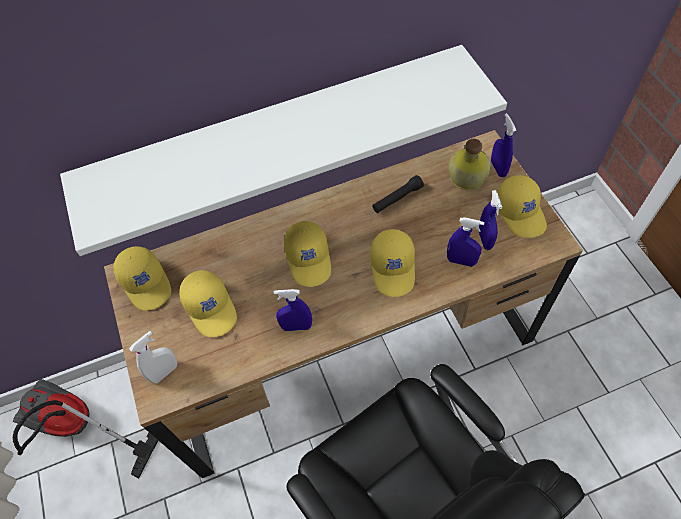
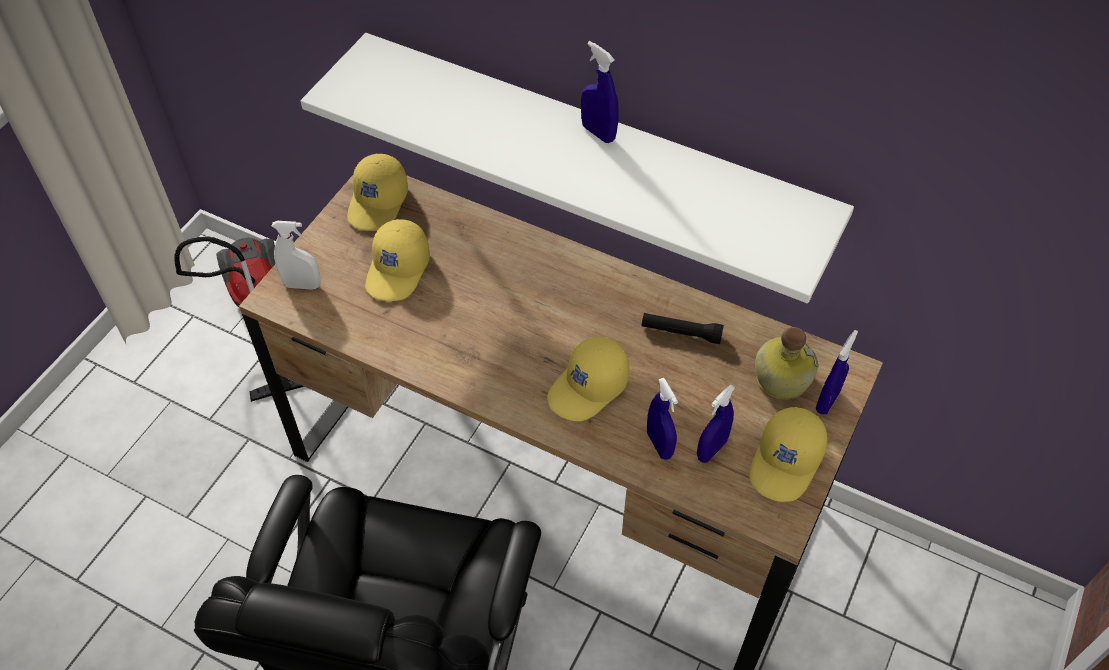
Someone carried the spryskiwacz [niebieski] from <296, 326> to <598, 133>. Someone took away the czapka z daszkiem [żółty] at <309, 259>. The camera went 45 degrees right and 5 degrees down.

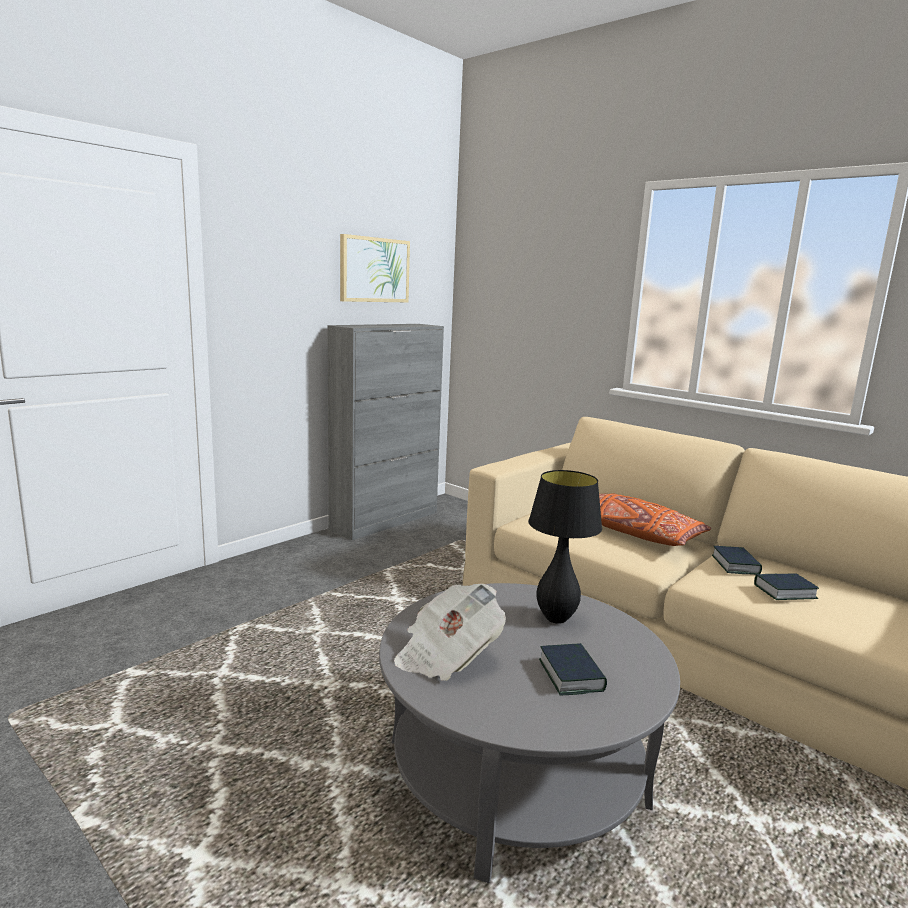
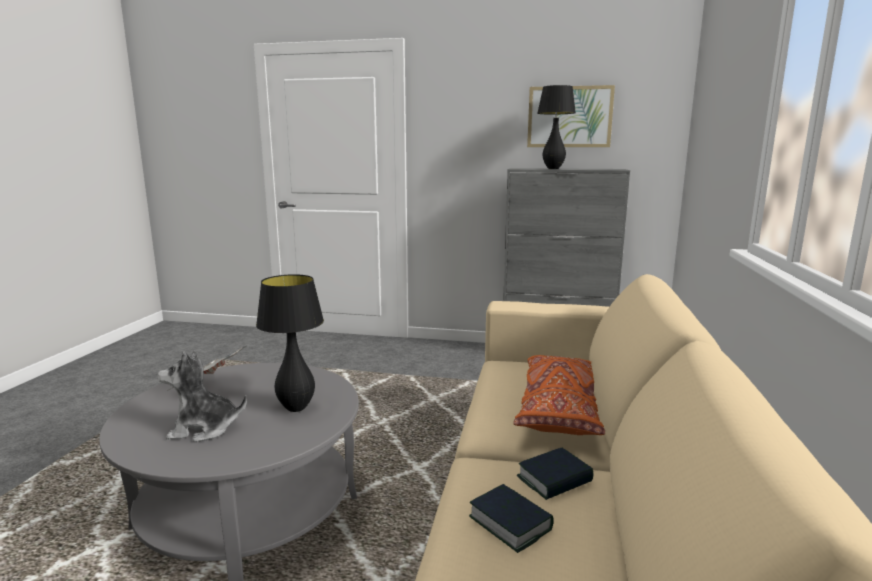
Someone swapped the książka at <571, 675> for the pluszak at <203, 429>. Someone put down the lampa stołowa [czarny] at <553, 168>. The camera went 60 degrees right and 0 degrees up.

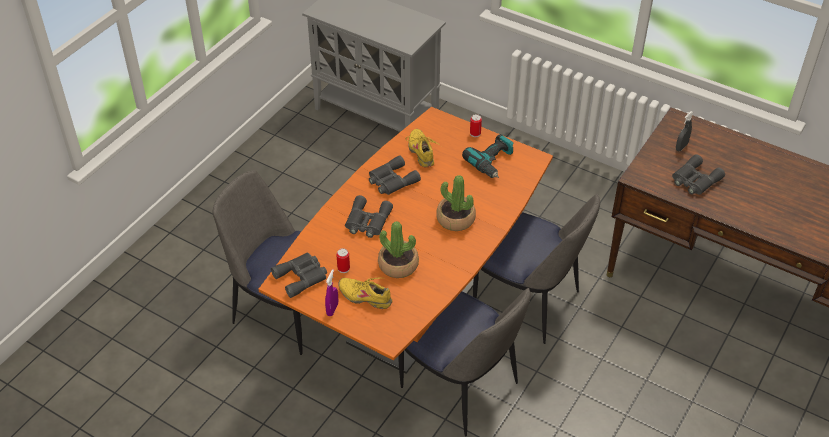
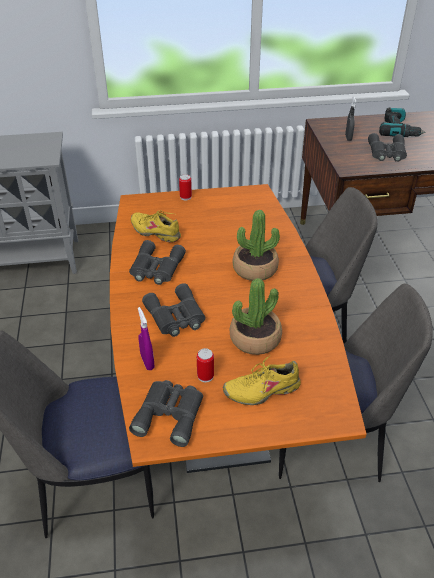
Someone carried the spryskiwacz [fioletowy] from <332, 309> to <147, 362>. Someone carried the wiertarka from <492, 162> to <398, 130>. The camera went 40 degrees left and 5 degrees down.

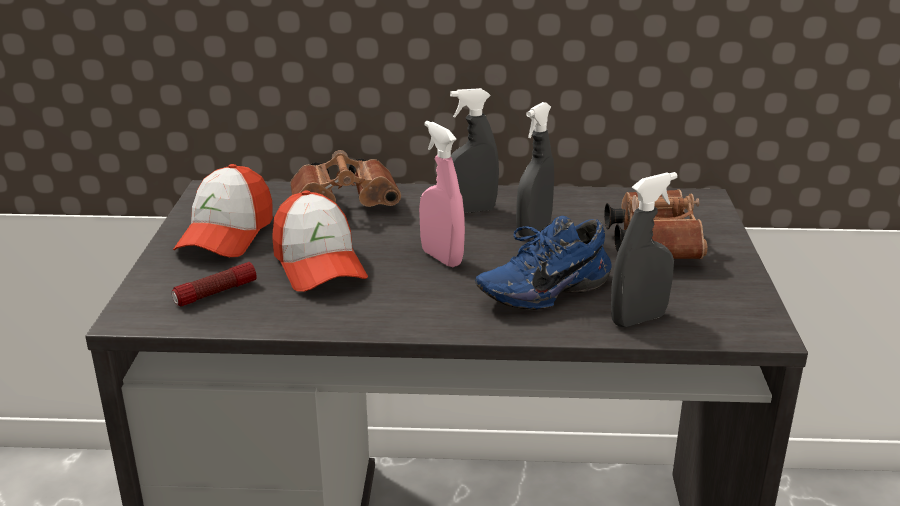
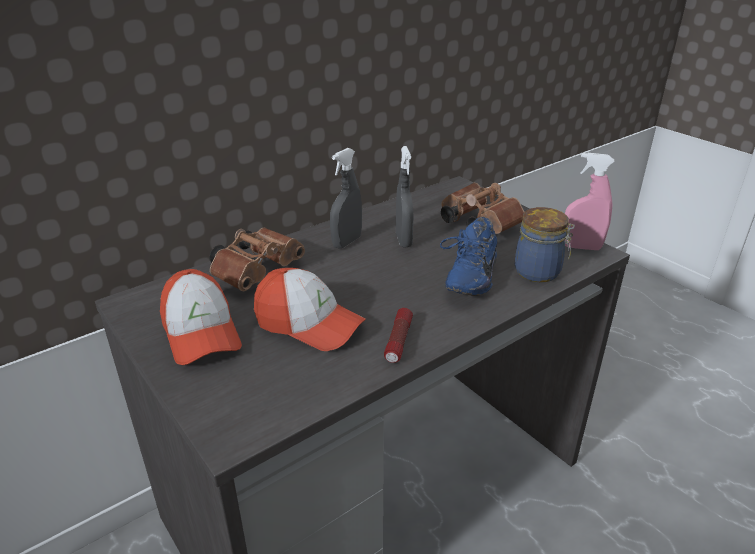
Someone carried the latarka from <215, 293> to <398, 341>. Someone swapped the spryskiwacz [szary] at <638, 319> for the słoik at <539, 272>. Someone carried the spryskiwacz [różowy] from <441, 258> to <581, 247>. The camera went 40 degrees left and 5 degrees up.

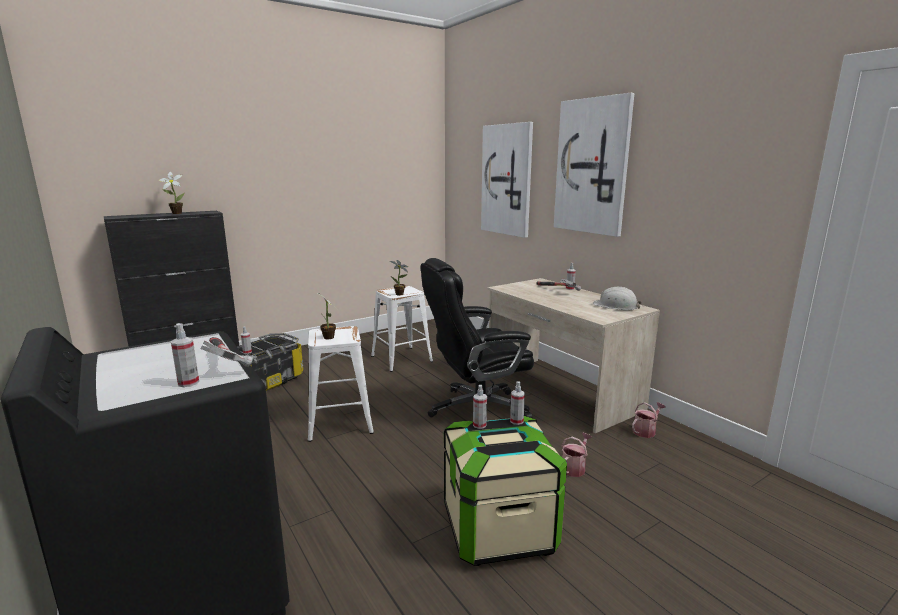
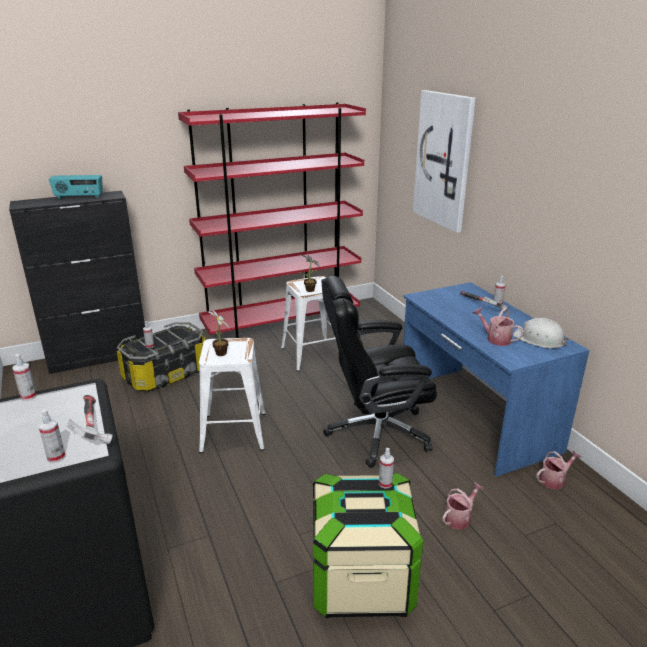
Someone carried the spryskiwacz from <479, 425> to <28, 396>. Someone swapped the roślina doniczkowa at <175, 213> for the radio at <79, 197>. Someone put down the regał [czerwony] at <282, 325>. Someone repainted the biurko [beżowy] at <560, 391>, which became the biurko [niebieski] at <474, 416>. Someone put down the konewka at <495, 339>. Someone took away the obraz at <592, 166>. The camera went 10 degrees right and 10 degrees up.

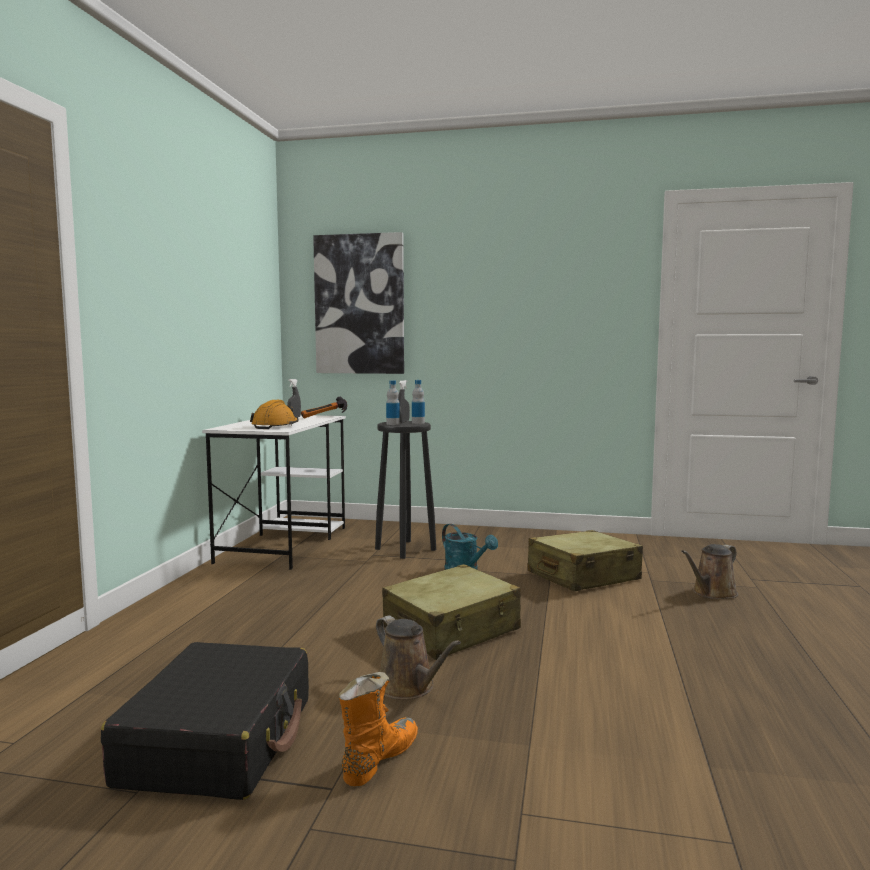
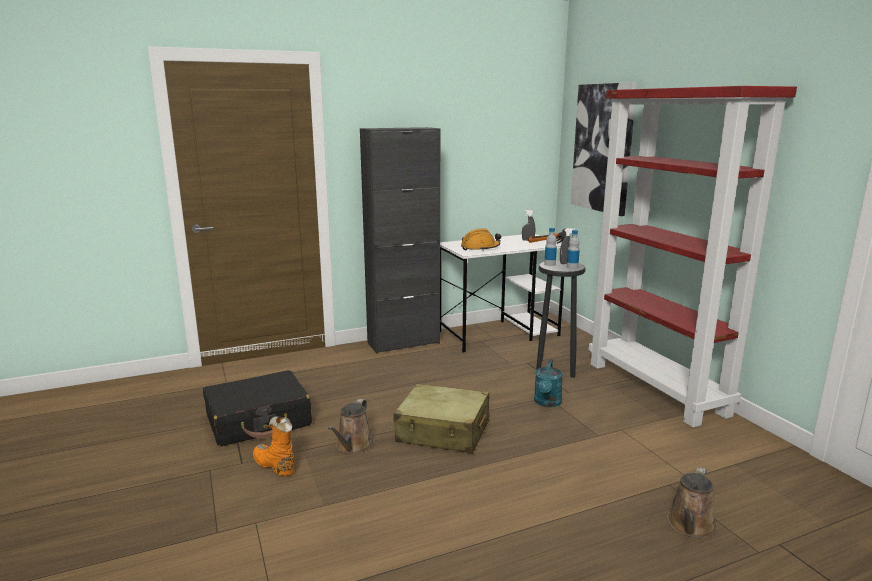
Someone rotated the but z cholewką [pomarańczowy] at <378, 759> by 135 degrees counterclockwise. Someone put down the szafka [czarny] at <403, 343>. Someone put down the regał [czerwony] at <657, 388>. Someone rotated the konewka [brązowy] at <712, 593> by 75 degrees counterclockwise. Someone took away the walizka [beżowy] at <583, 577>. The camera went 55 degrees right and 10 degrees up.

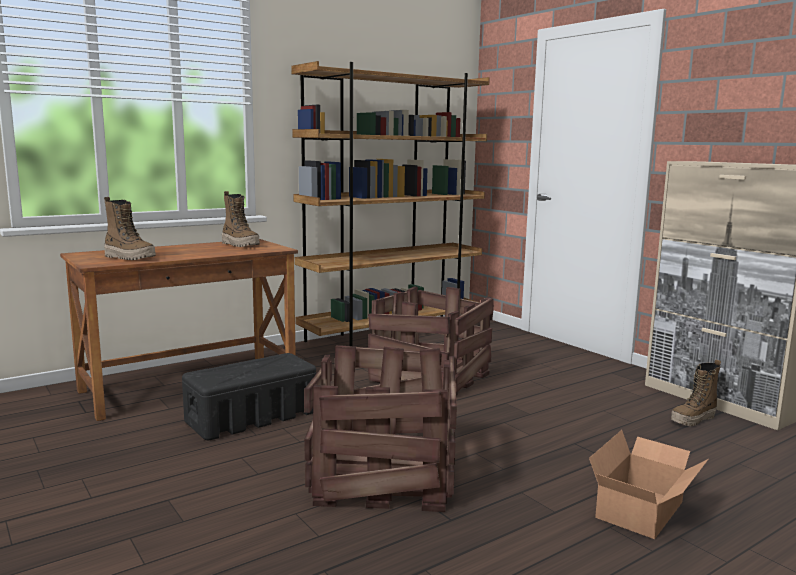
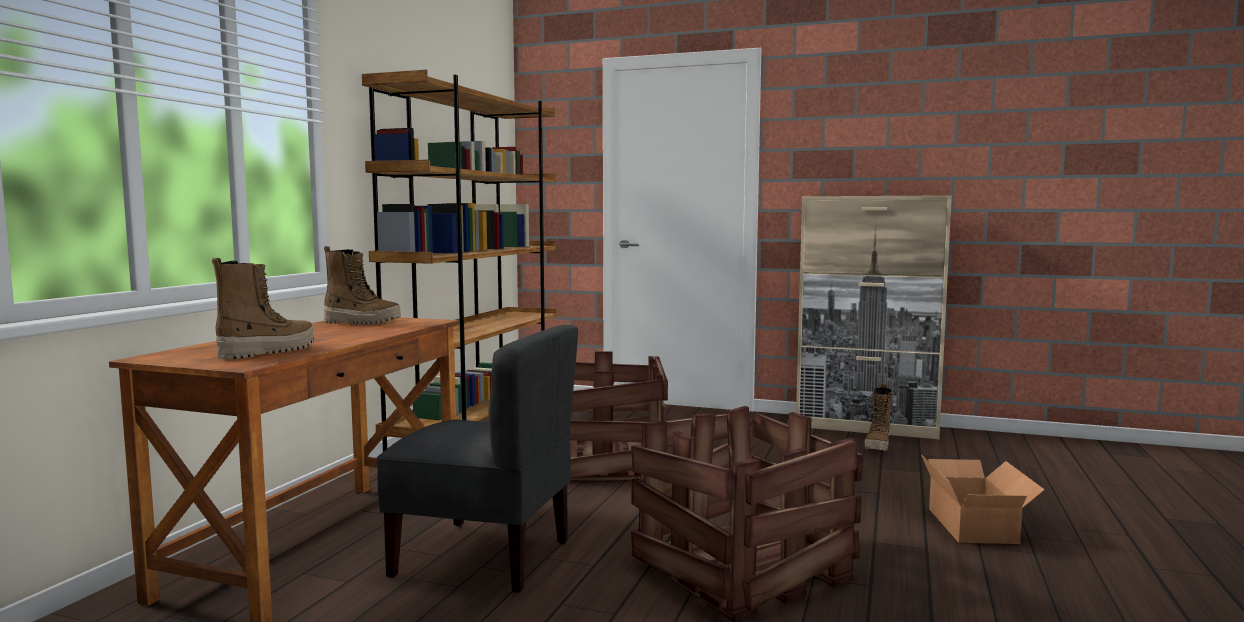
Someone rotated the but z cholewką at <130, 258> by 45 degrees counterclockwise. Someone swapped the pojemnik do przechowywania [czarny] at <251, 417> for the krzesło [szary] at <484, 558>. The camera went 35 degrees left and 5 degrees down.

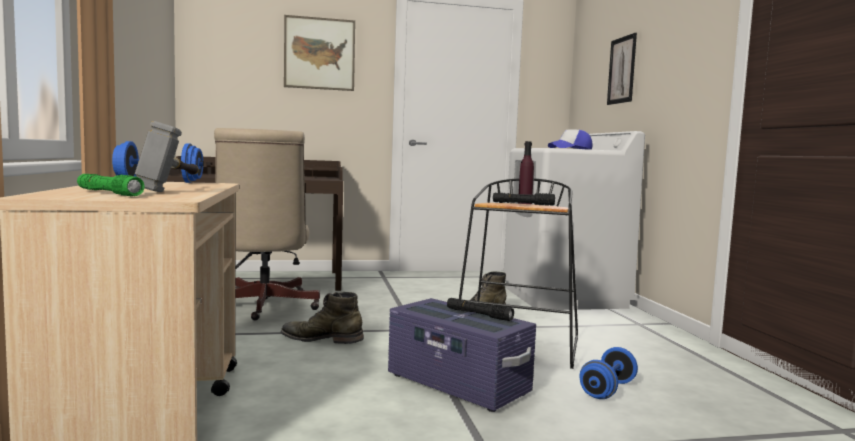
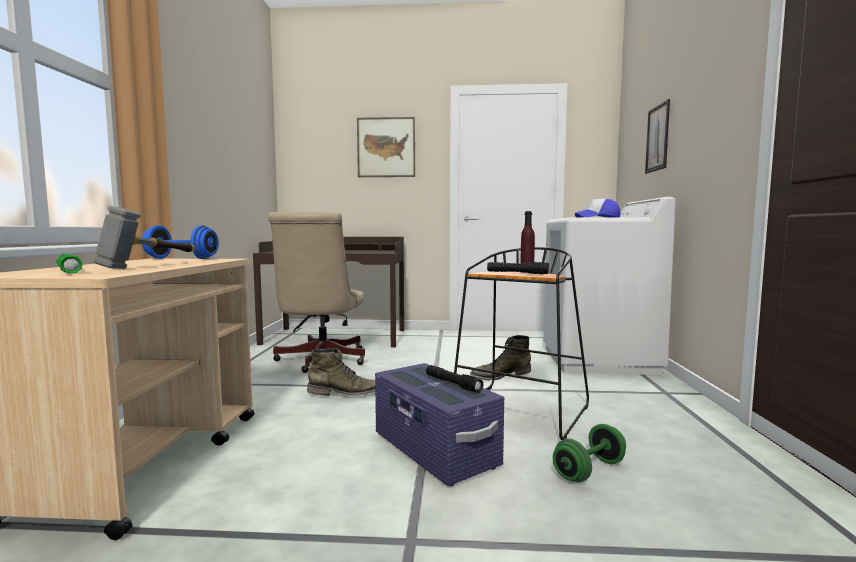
Someone rotated the but z cholewką [zielony] at <322, 338> by 150 degrees clockwise. Someone repainted the hantel [niebieski] at <607, 390>, which became the hantel [zielony] at <589, 470>. The camera went 15 degrees right and 0 degrees up.

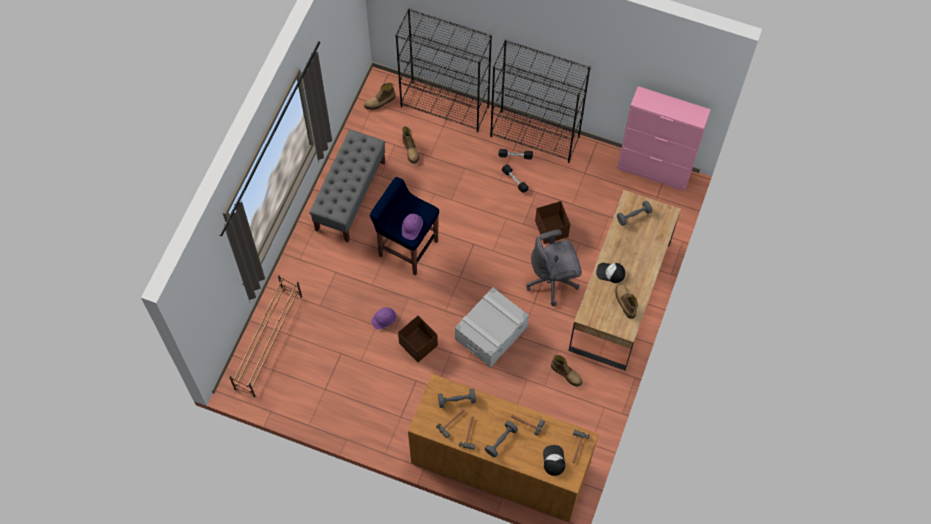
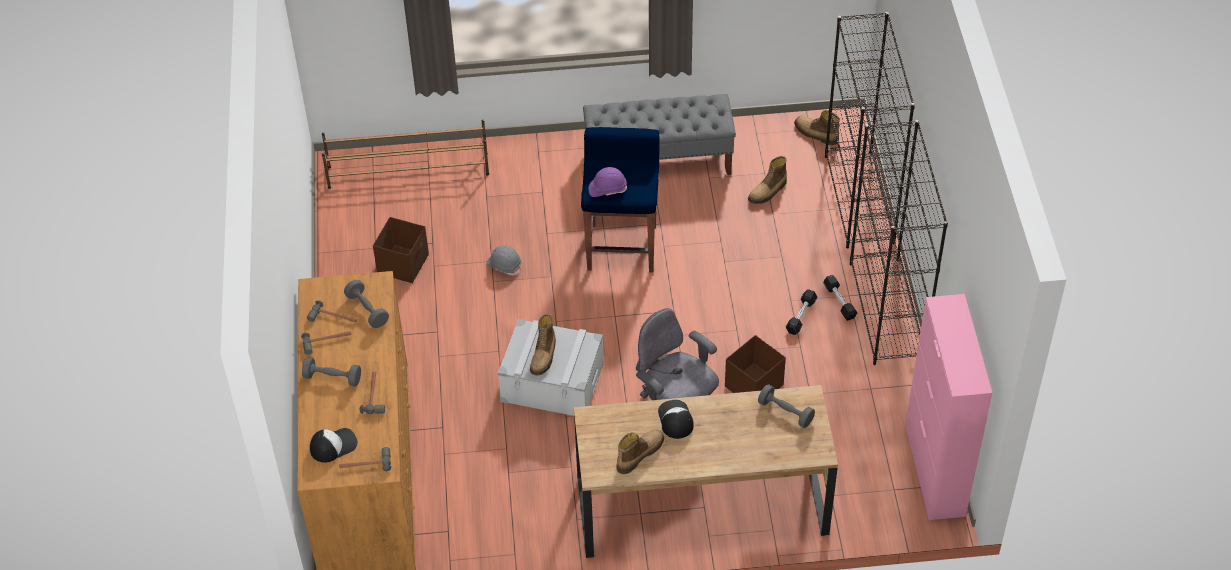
Someone carried the pojemnik do przechowywania [brązowy] from <418, 344> to <403, 264>. Someone repainted the kask [fioletowy] at <384, 320>, which became the kask [szary] at <504, 265>. Someone carried the but z cholewką from <566, 373> to <544, 356>. The camera went 65 degrees right and 15 degrees down.

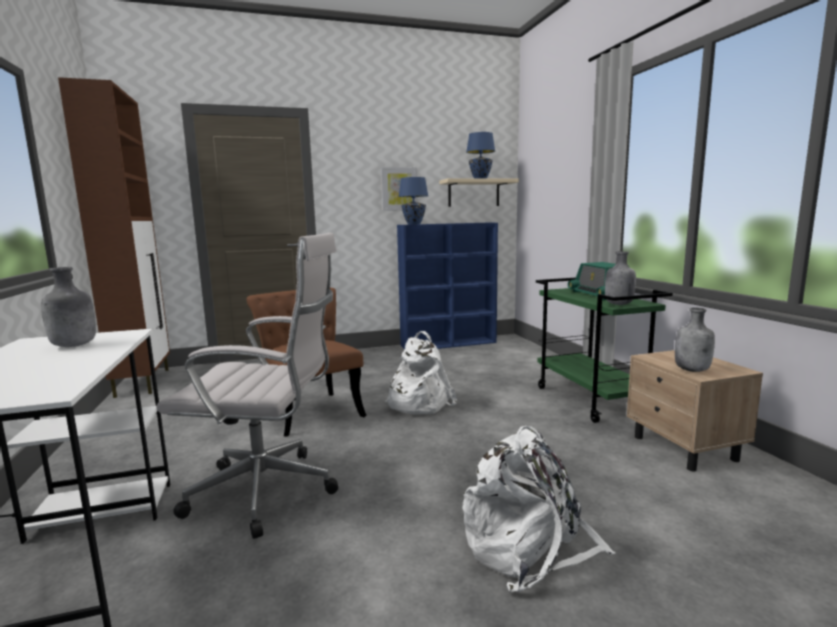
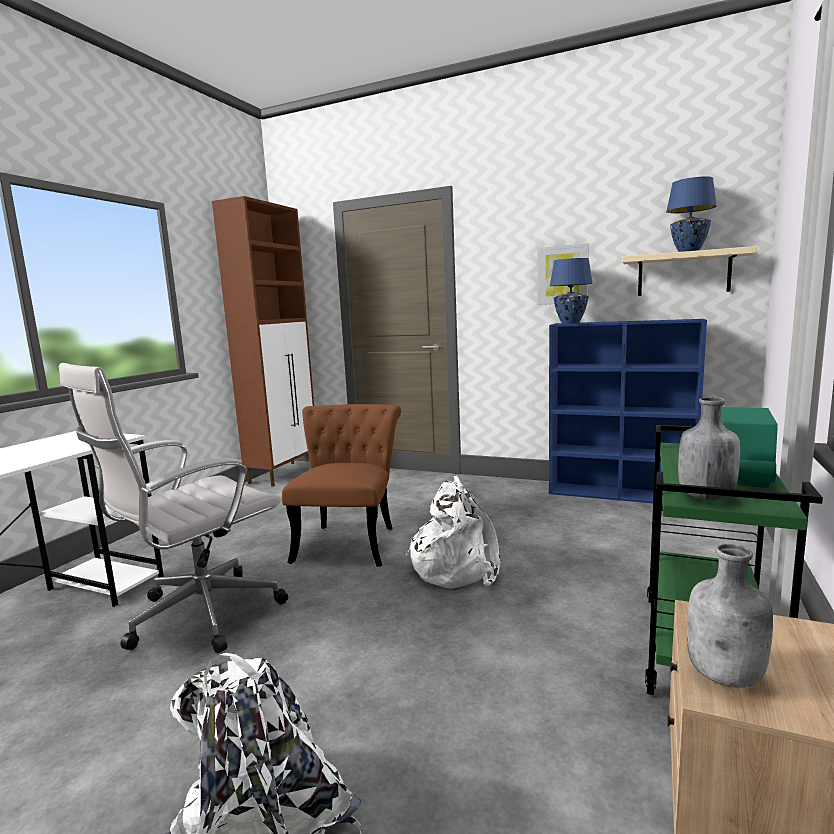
Someone rotated the krzesło biurowe [biały] at <270, 491> by 90 degrees clockwise. Someone took away the butelka [szary] at <74, 345>. The camera went 40 degrees right and 0 degrees up.

